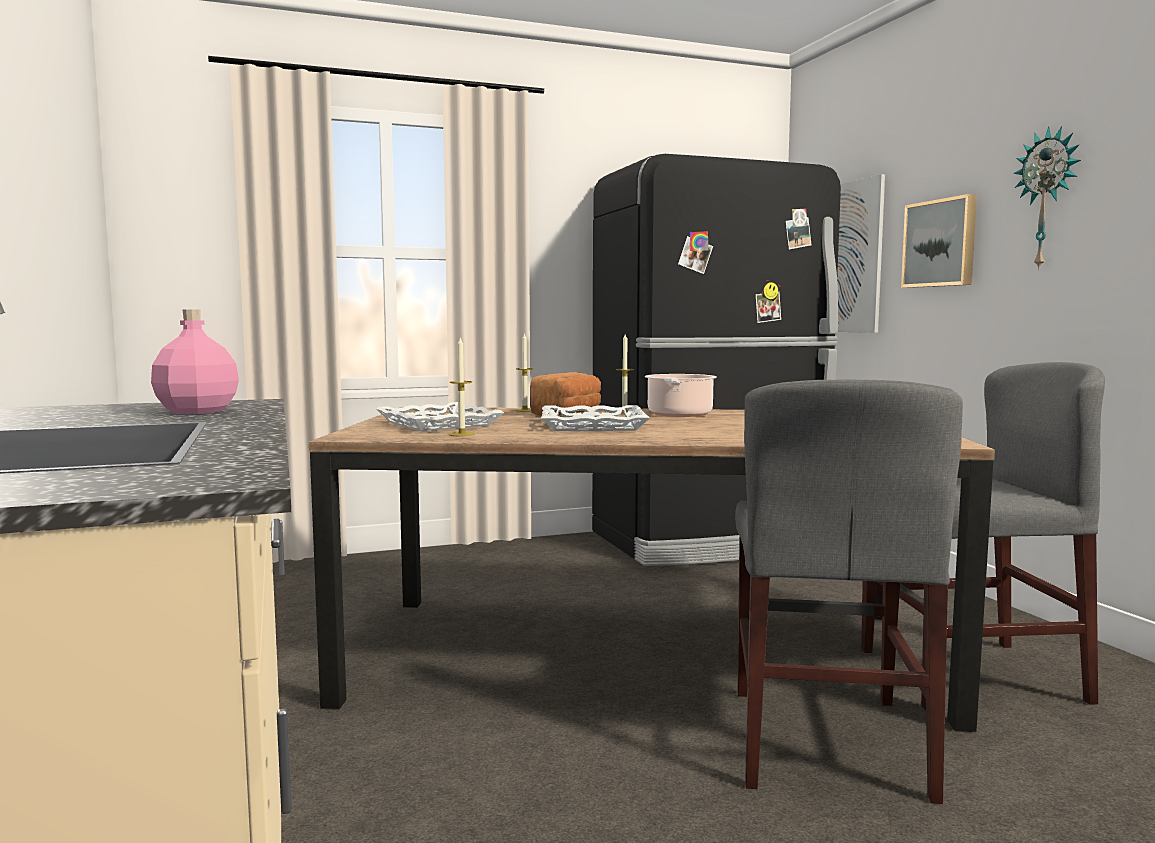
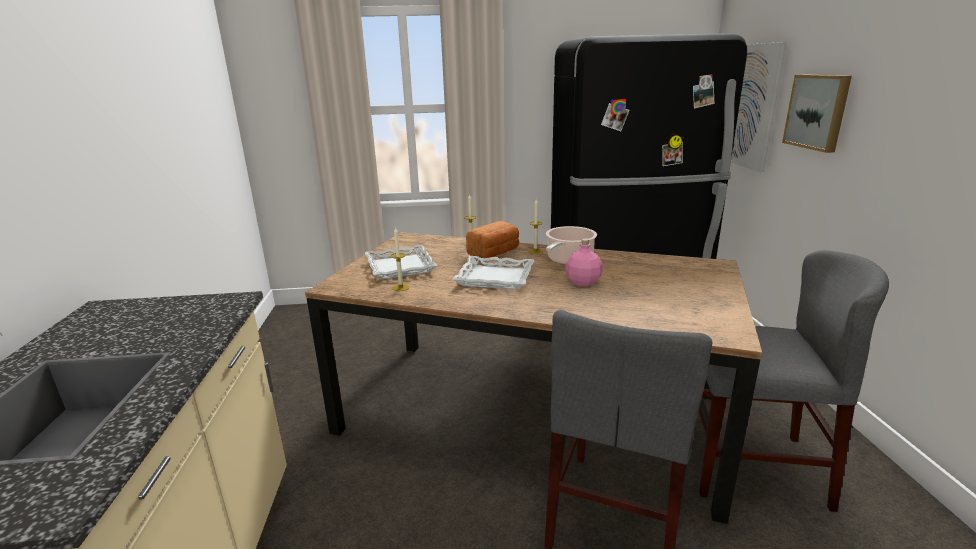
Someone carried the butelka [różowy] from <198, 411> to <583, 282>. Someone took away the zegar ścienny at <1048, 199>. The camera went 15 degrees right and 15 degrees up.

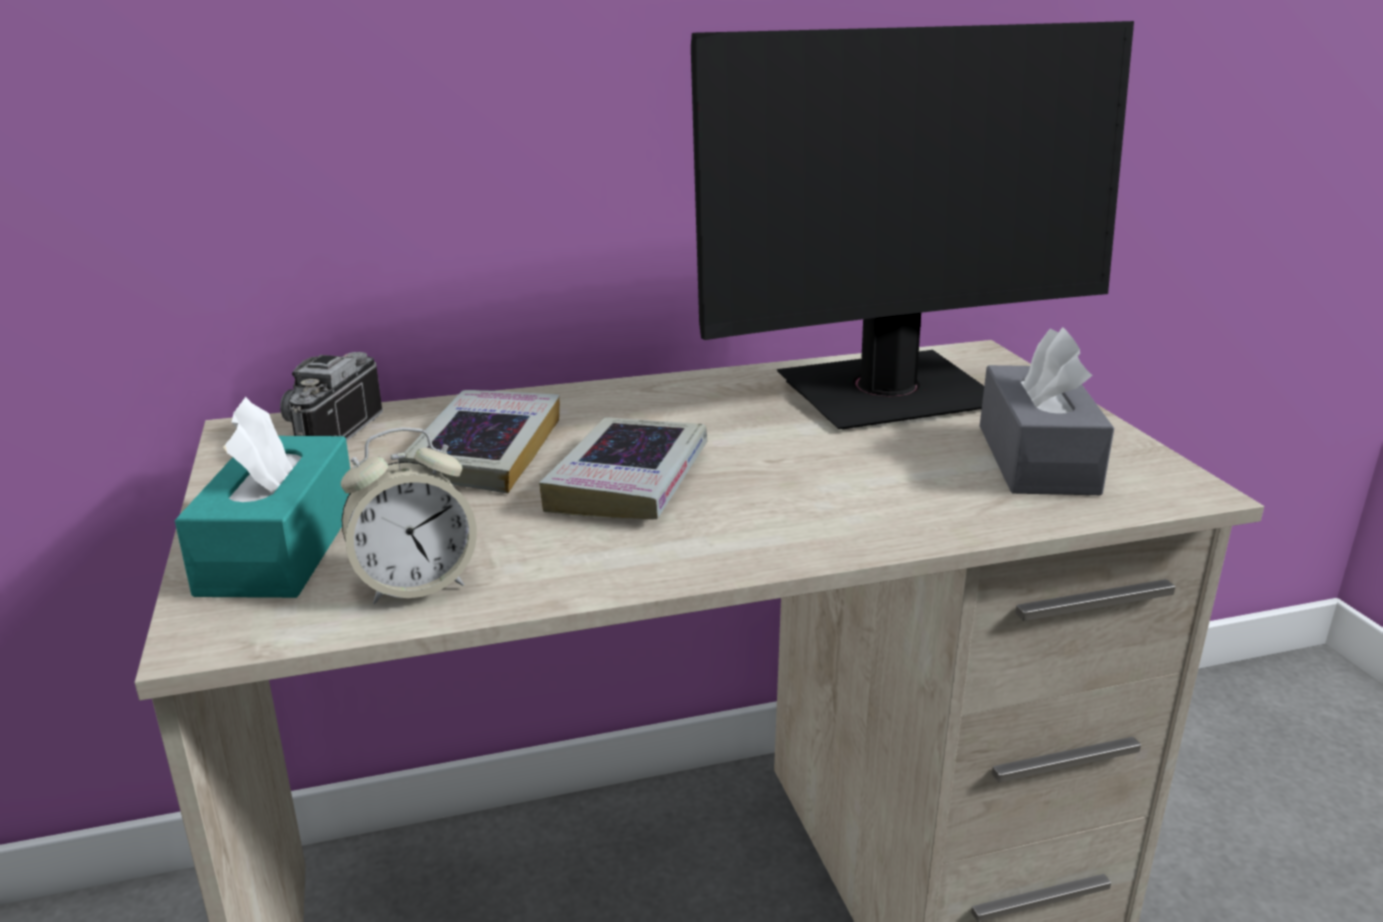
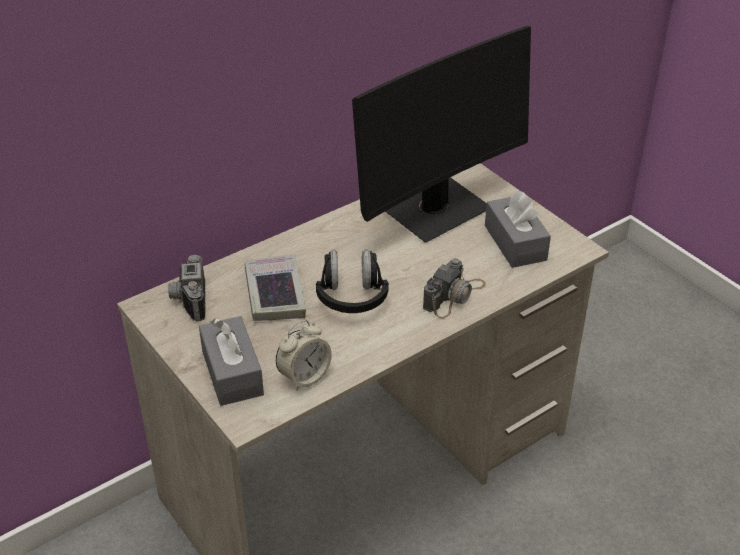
Someone repainted the pudełko chusteczek [turkusowy] at <279, 548>, which became the pudełko chusteczek [szary] at <232, 372>. Someone swapped the książka at <629, 481> for the słuchawki [czarny] at <352, 297>. Someone put down the aparat fotograficzny at <454, 295>. The camera went 20 degrees left and 15 degrees up.

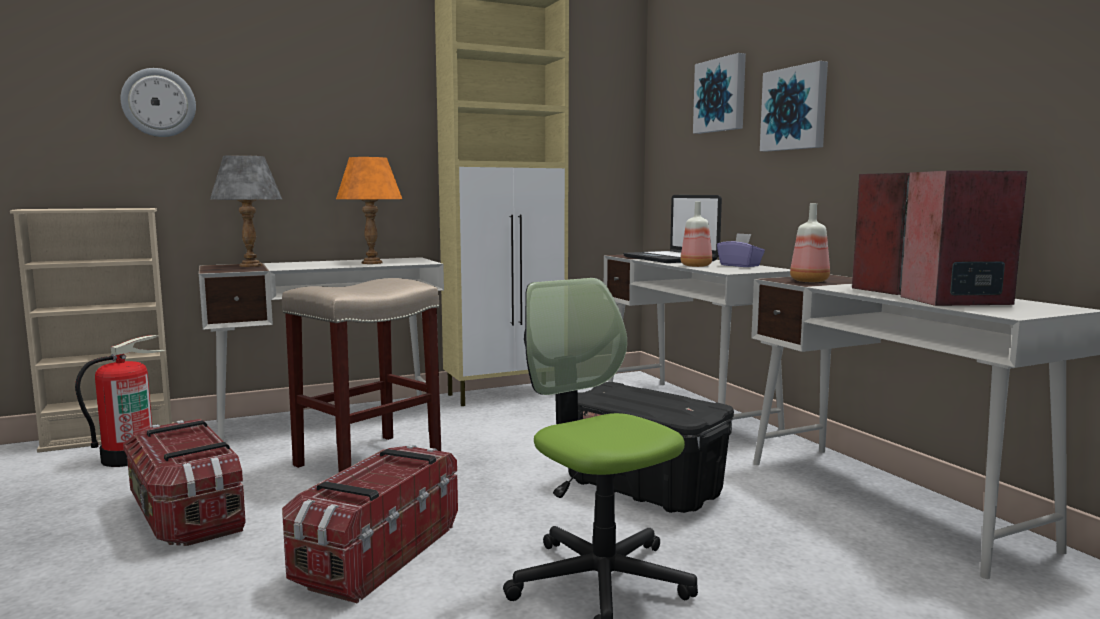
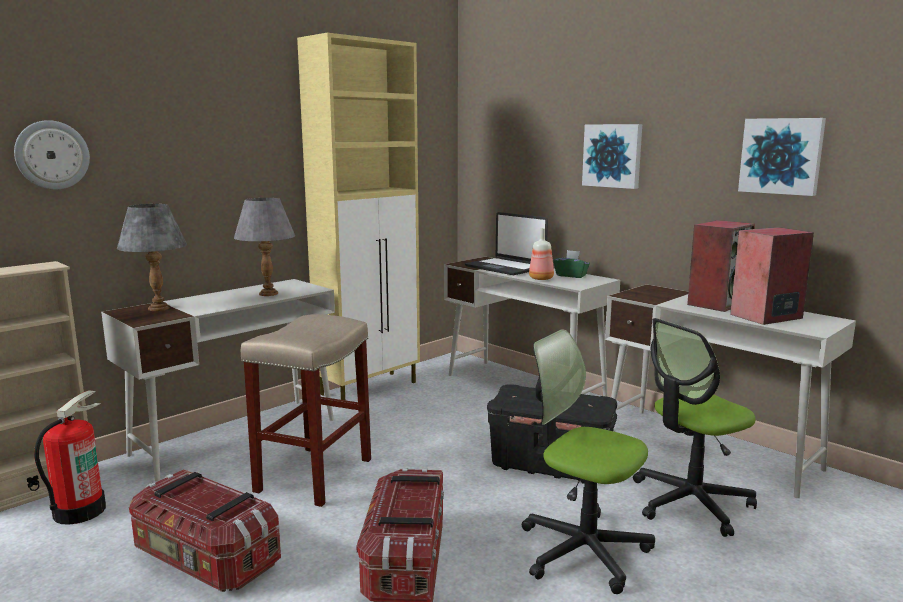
Someone repainted the lampa stołowa [pomarańczowy] at <371, 263>, which became the lampa stołowa [szary] at <268, 294>. Someone repainted the pudełko chusteczek [fioletowy] at <740, 265>, which became the pudełko chusteczek [zielony] at <571, 275>. Someone put down the krzesło biurowe at <690, 502>. Someone carried the obraz from <721, 95> to <781, 156>. Someone took away the butelka at <810, 281>. The camera went 20 degrees left and 5 degrees up.

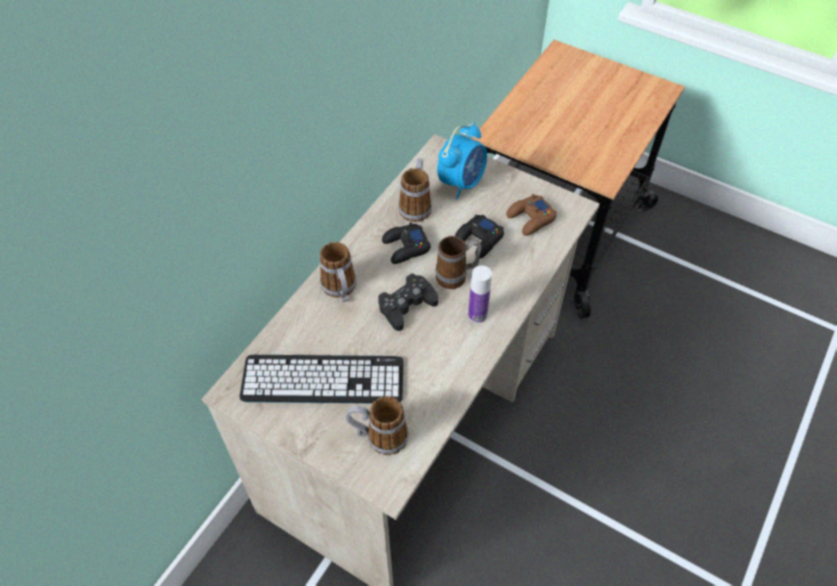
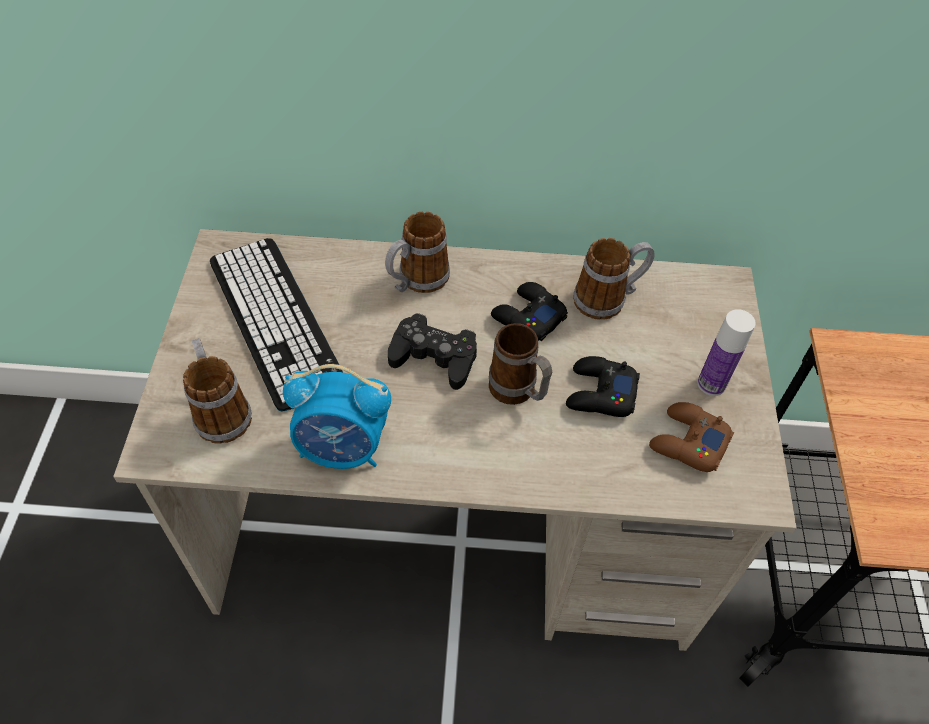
Someone carried the budzik from <461, 182> to <343, 448>. Someone carried the butelka from <477, 315> to <711, 384>. The camera went 60 degrees right and 0 degrees up.

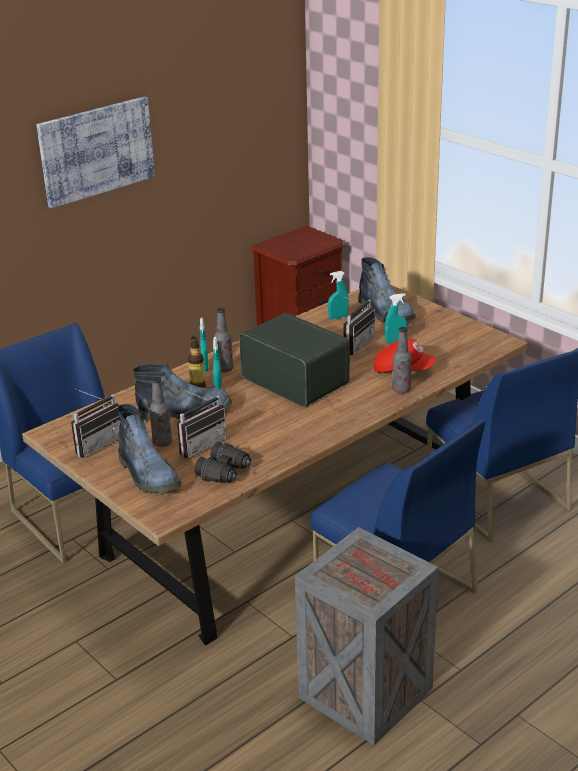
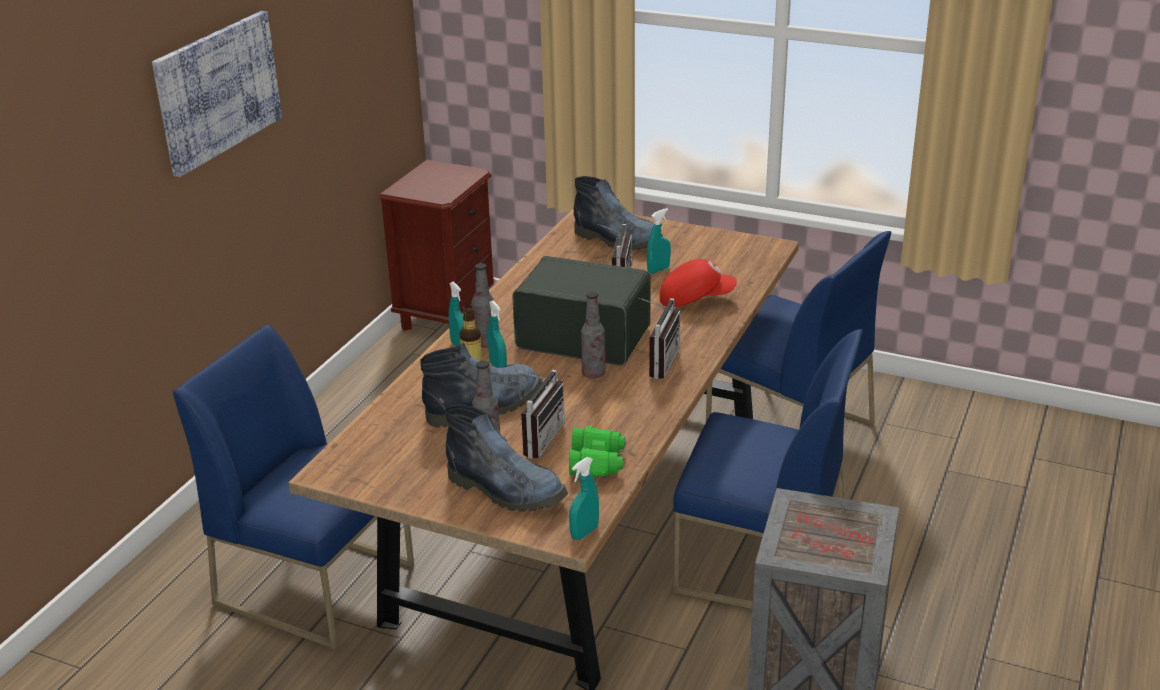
Someone repainted the lornetka [czarny] at <225, 472>, which became the lornetka [zielony] at <597, 463>. Someone carried the spryskiwacz [turkusowy] from <338, 317> to <584, 533>. Someone carried the butelka from <401, 390> to <593, 374>. Someone carried the radio from <96, 443> to <656, 362>. The camera went 25 degrees left and 0 degrees up.

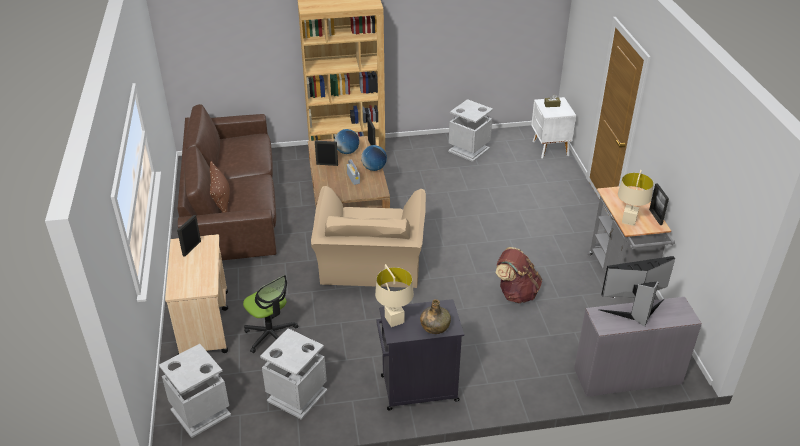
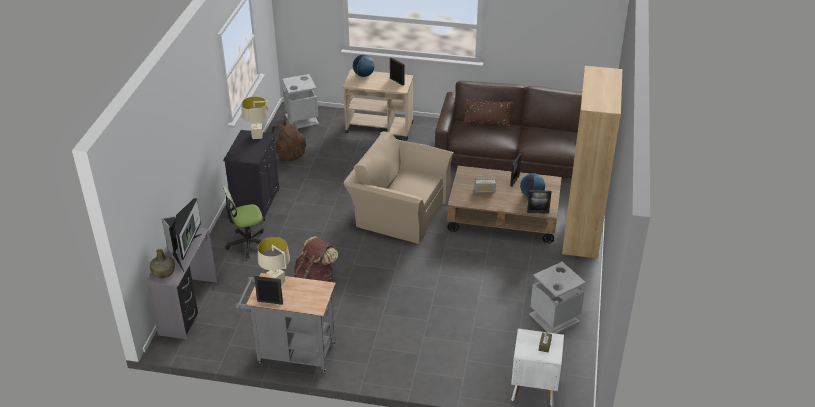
Someone carried the butelka [zielony] from <435, 326> to <164, 272>. Someone carried the krzesło biurowe from <271, 335> to <248, 244>. Someone swapped the kosz na śmieci [szary] at <296, 396> for the plecak [brązowy] at <288, 154>. Someone carried the globus from <374, 168> to <363, 75>. The camera went 110 degrees right and 0 degrees up.

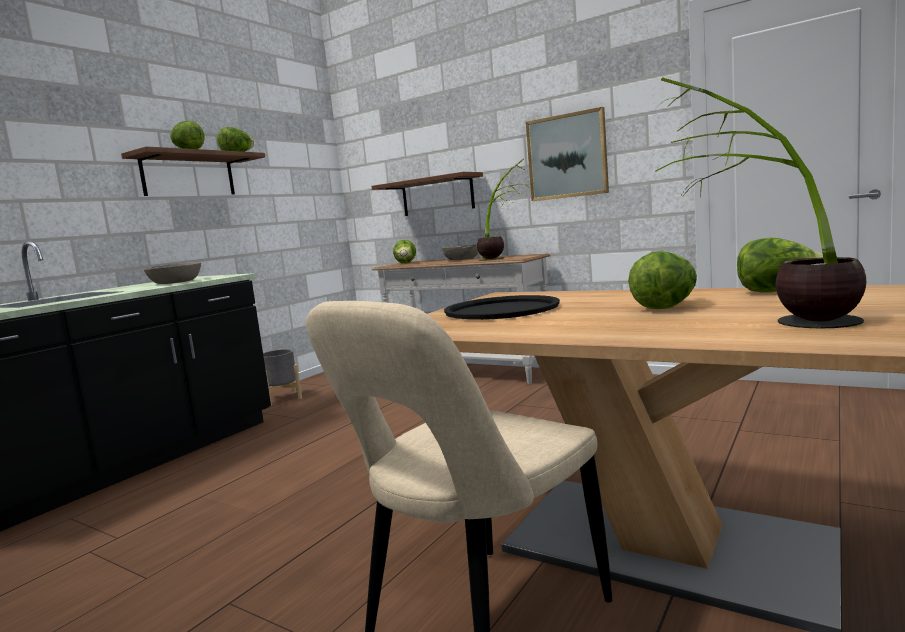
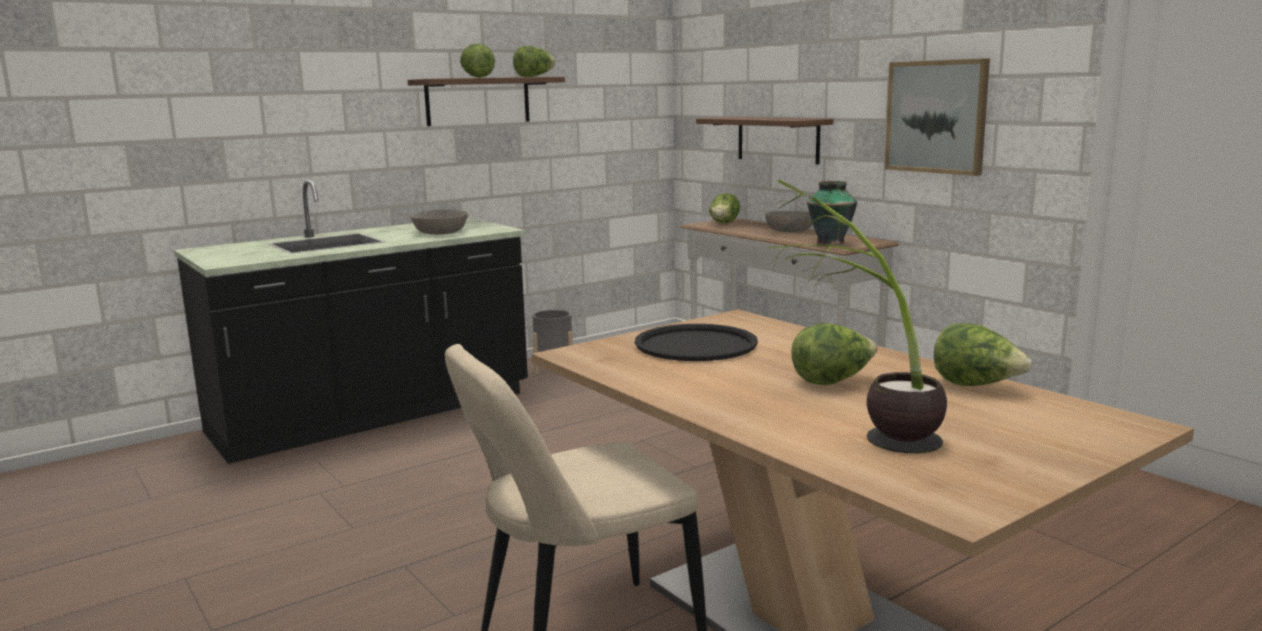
Someone swapped the roślina doniczkowa at <503, 258> for the wazon at <829, 242>. The camera went 20 degrees right and 5 degrees up.

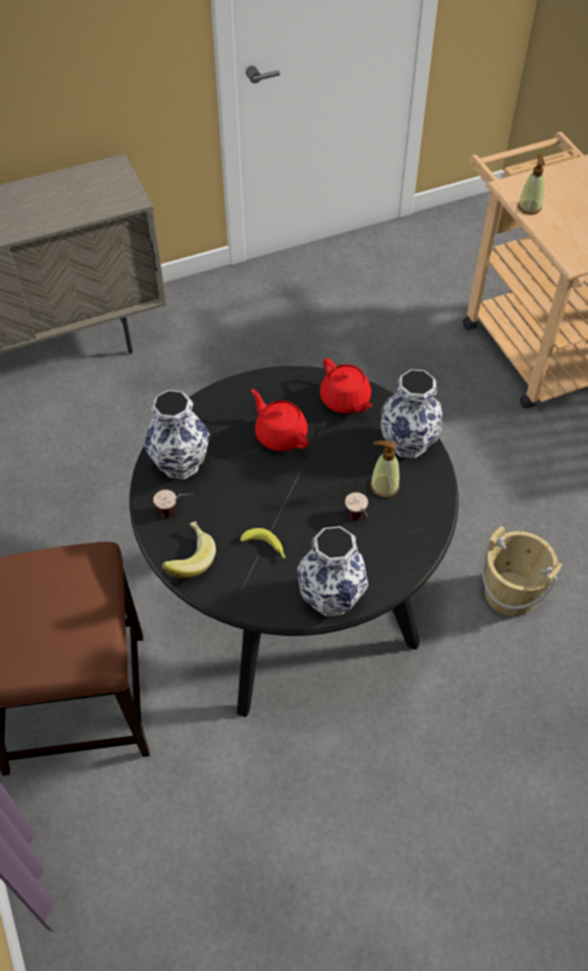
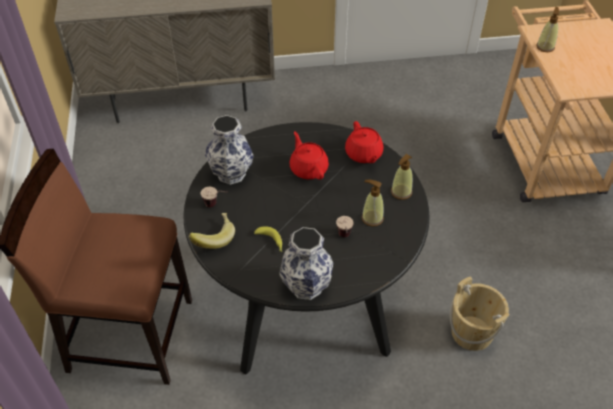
Someone swapped the wazon at <409, 443> for the dozownik mydła at <401, 192>. The camera went 15 degrees right and 5 degrees down.

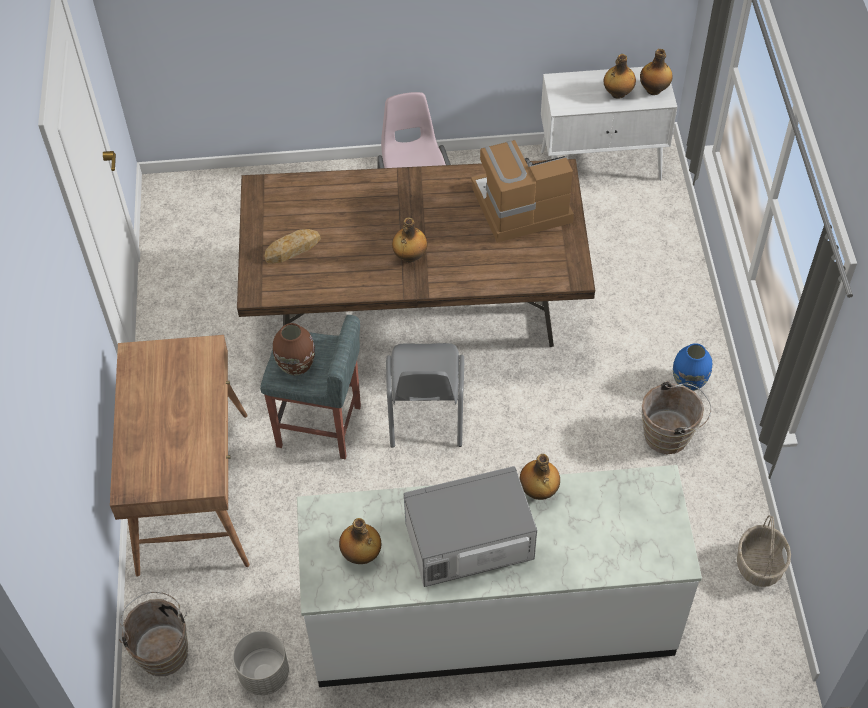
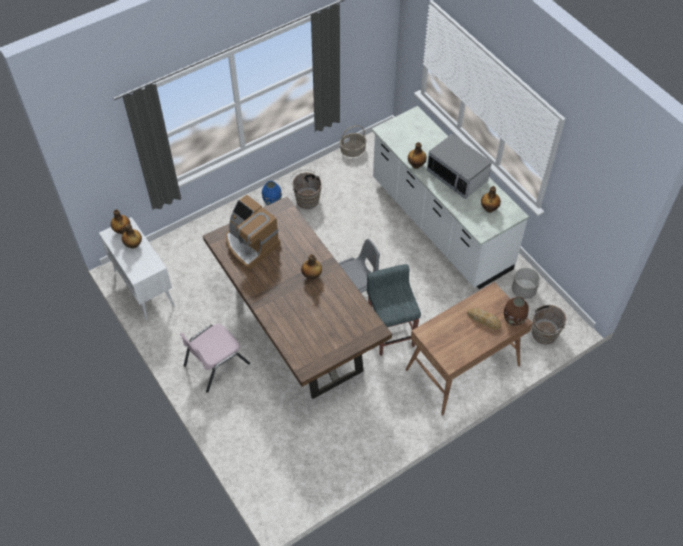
Someone carried the chleb from <292, 249> to <483, 319>. Someone carried the wazon [brązowy] from <296, 365> to <513, 320>. The camera went 120 degrees left and 0 degrees up.

